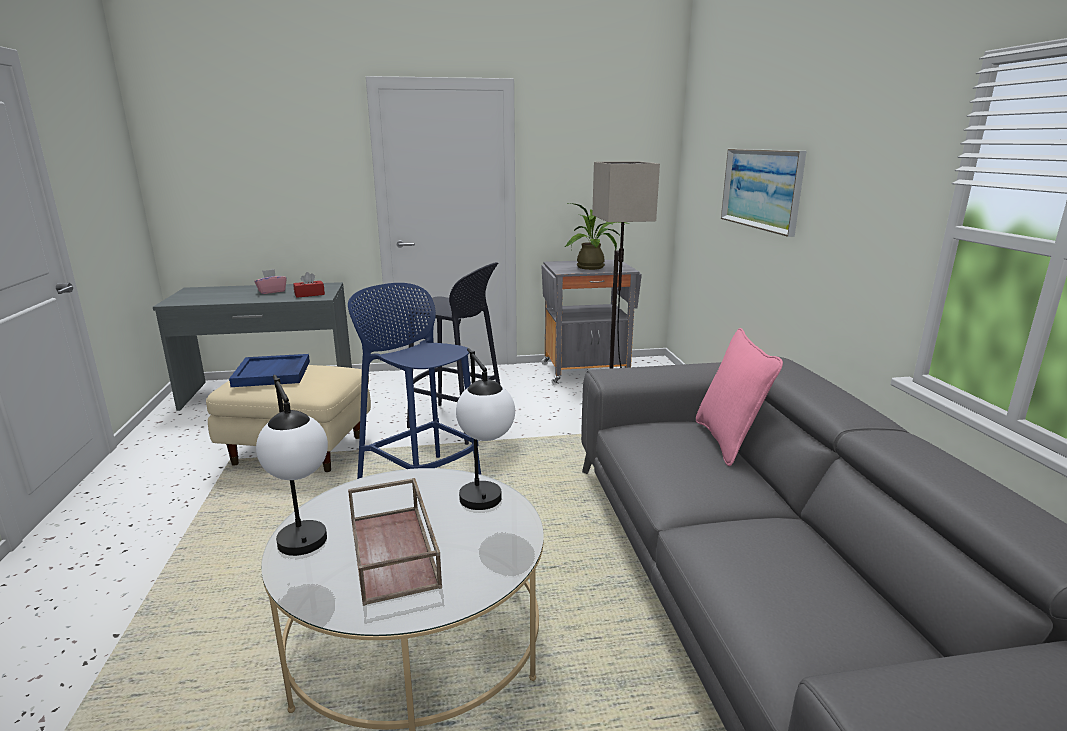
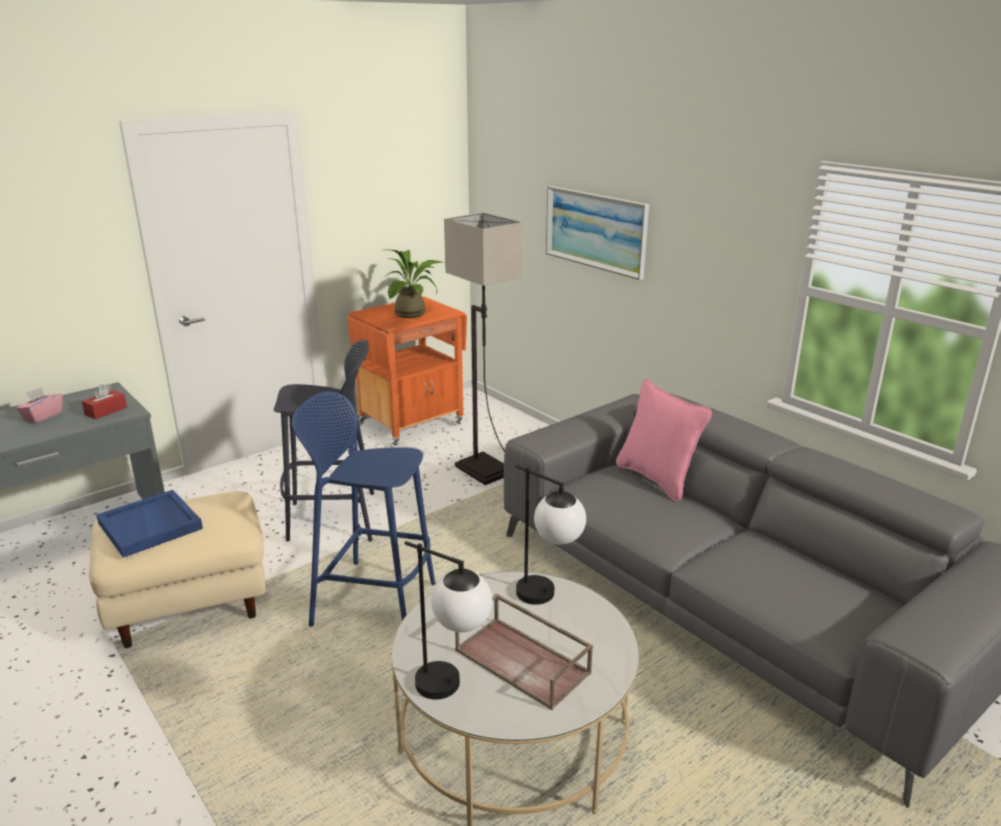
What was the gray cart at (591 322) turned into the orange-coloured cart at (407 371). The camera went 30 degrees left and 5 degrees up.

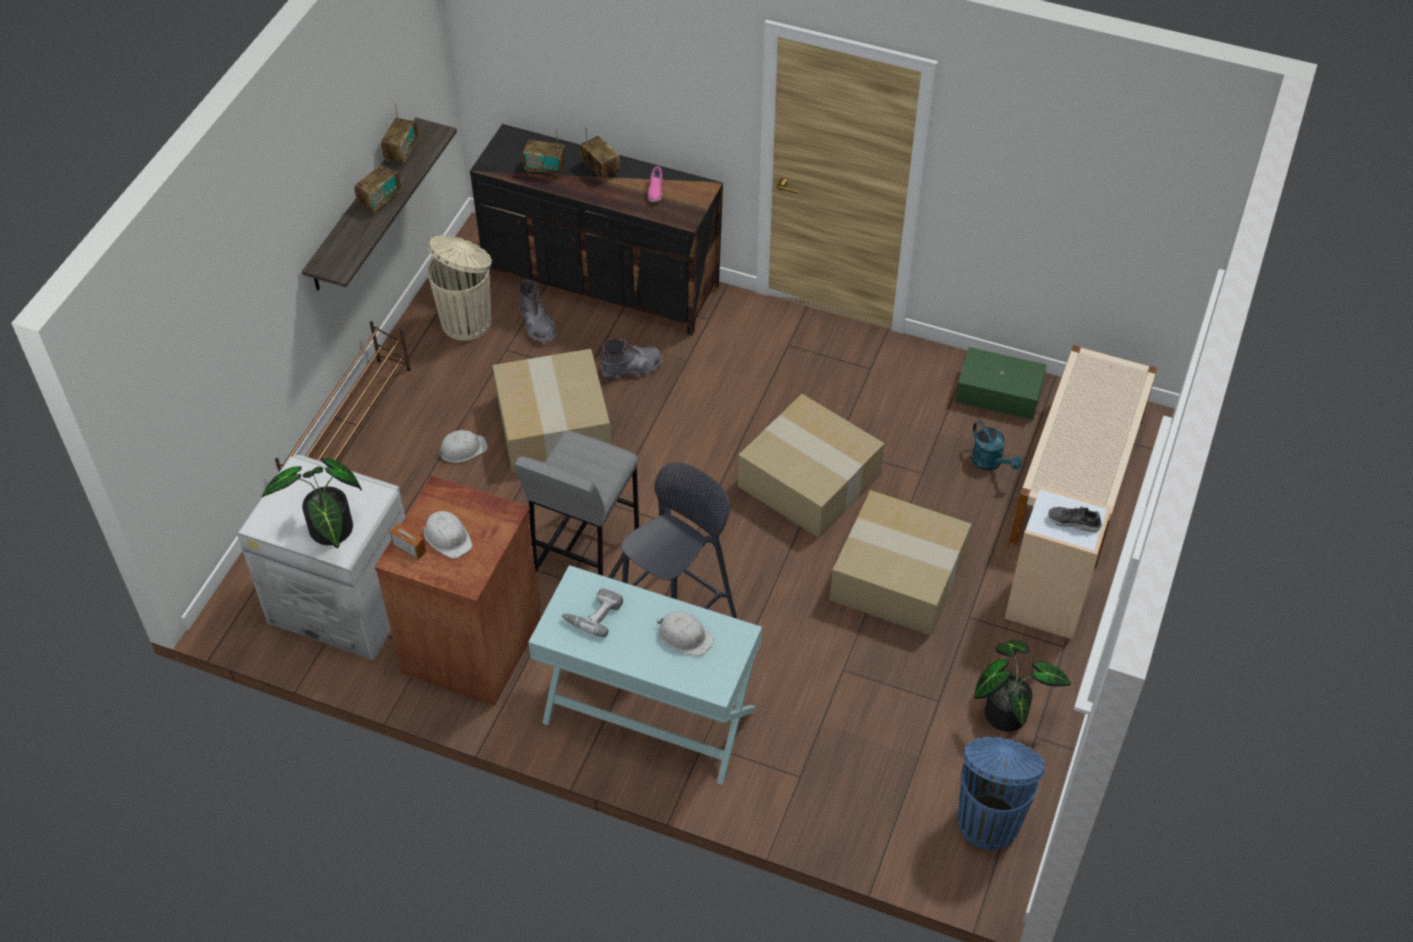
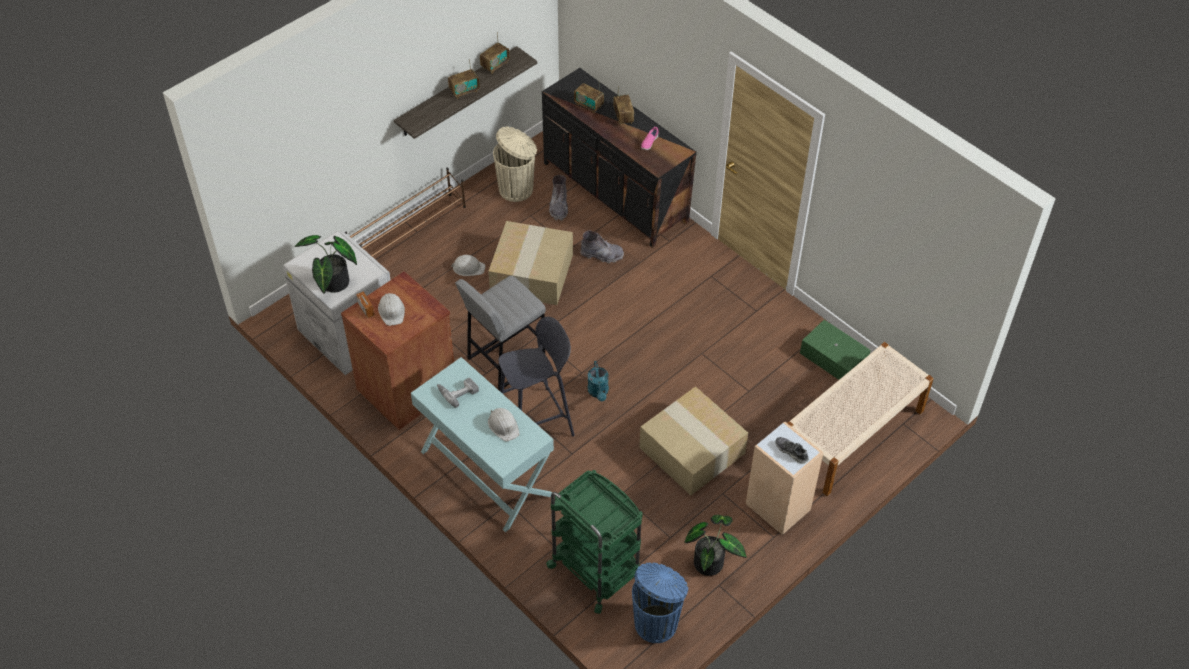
The second view lost the cardboard box at (811 466). The second view gained the greenish cart at (594 542). The turquoise sprinkling can ended up elsewhere, having gone from (996 446) to (598 381). The camera went 25 degrees right and 0 degrees up.

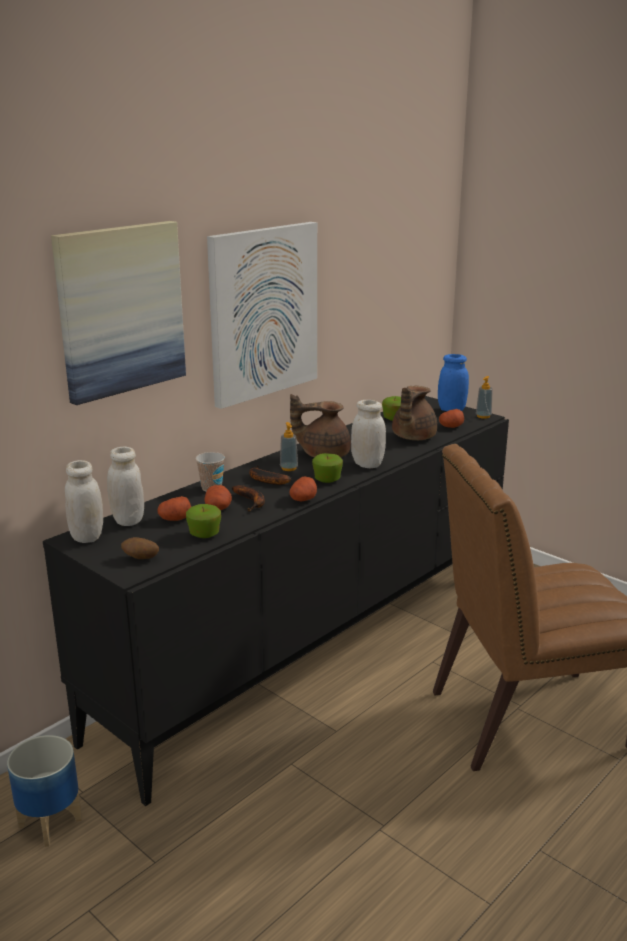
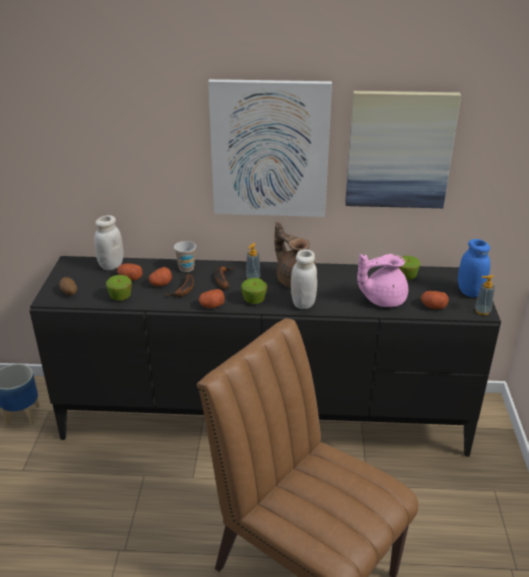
The second view lost the white preserve jar at (84 501). The picture ended up elsewhere, having gone from (118 313) to (403 149). What was the brown-coloured pot for tea at (414 413) turned into the pinkish pot for tea at (382 280). The camera went 50 degrees right and 10 degrees up.

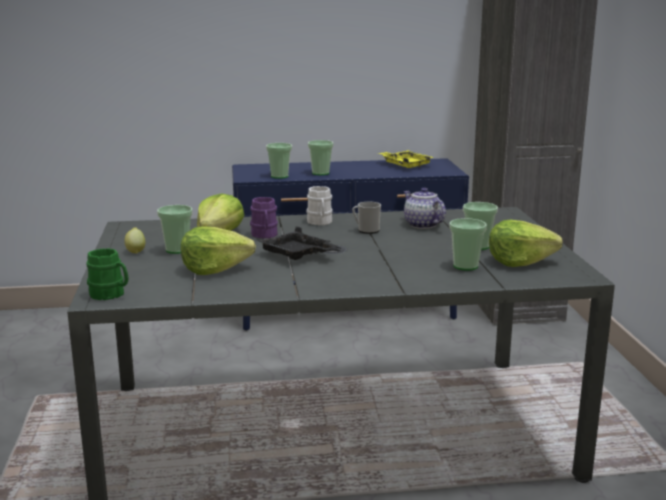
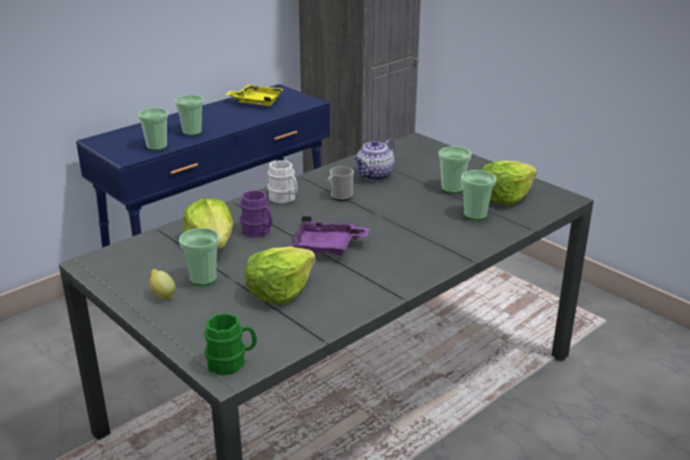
What was the blackish tray at (297 243) turned into the purplish tray at (329 235). The pot for tea at (424 208) ended up facing another way, 75 degrees counterclockwise from before. The camera went 35 degrees left and 10 degrees up.

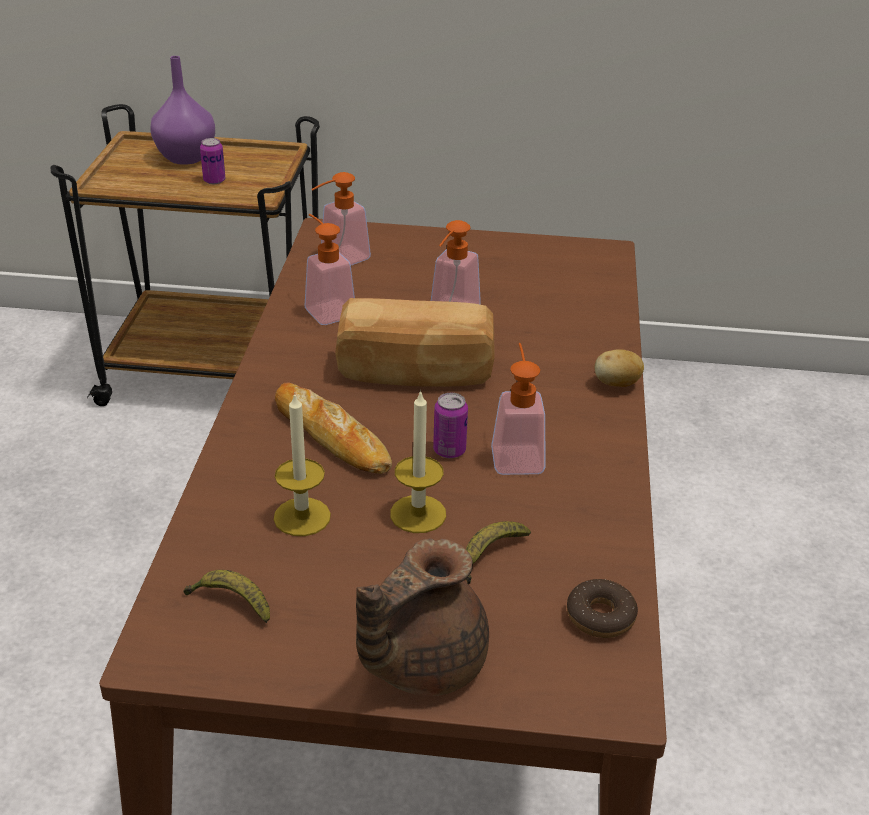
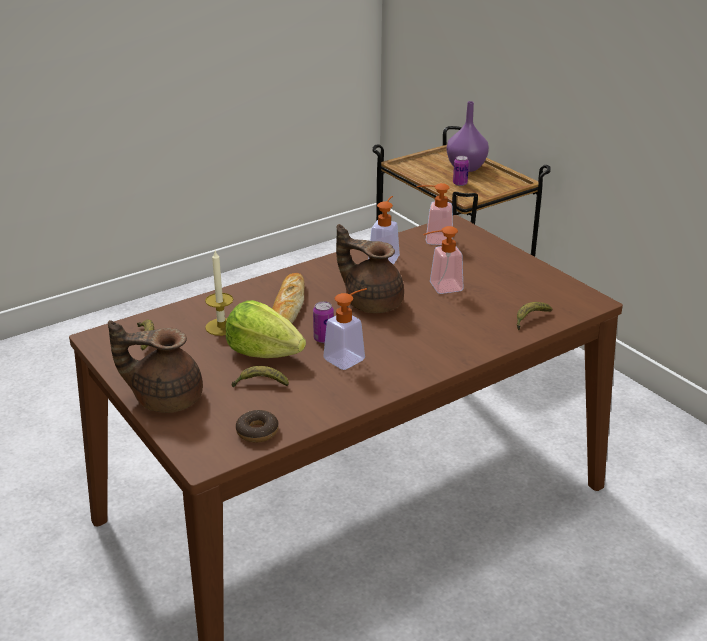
The second view lost the spud at (619 368). The second view gained the whole banana at (535 316). Where the bread stood at (414 342), the brown-coloured pot for tea came to stand at (370 268). Where the wax candle stood at (418 461), the lettuce came to stand at (266 329). The camera went 50 degrees right and 5 degrees down.

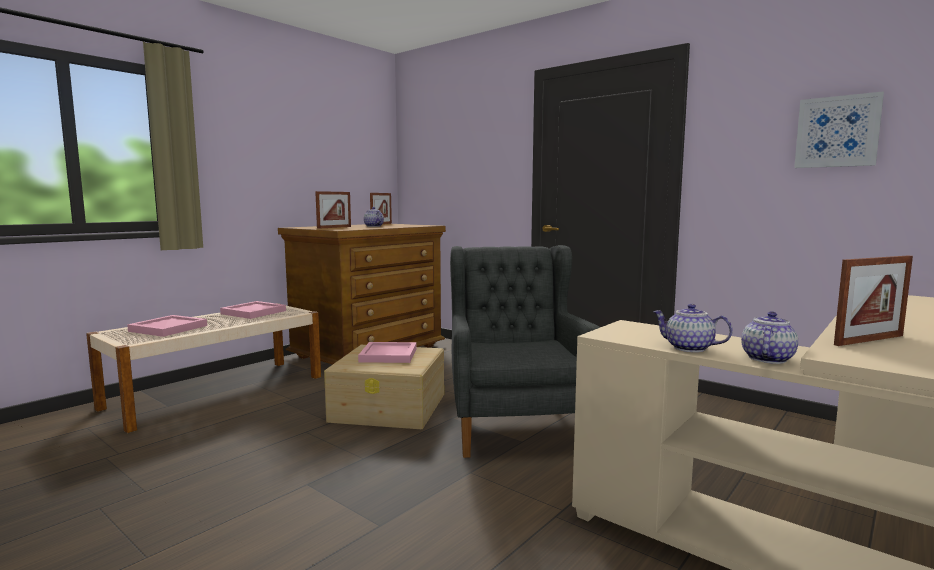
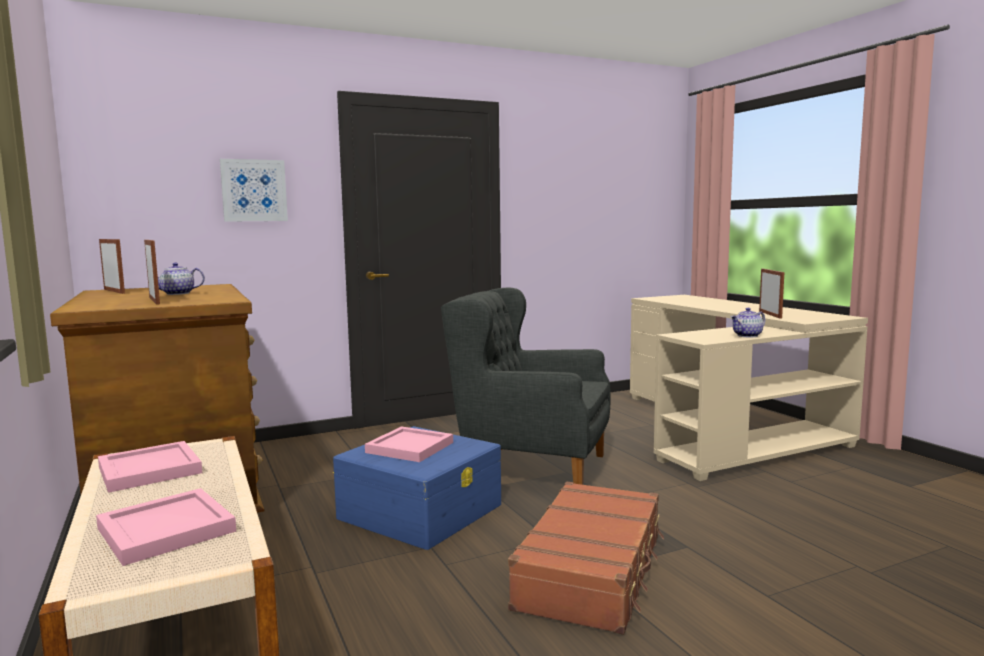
The second view lost the pot for tea at (769 337). The second view gained the brown-coloured piece of luggage at (586 558). The picture ended up elsewhere, having gone from (839 129) to (254 190). What was the beige-coloured storage bin at (384 387) turned into the bluish storage bin at (417 488). The camera went 65 degrees left and 0 degrees up.

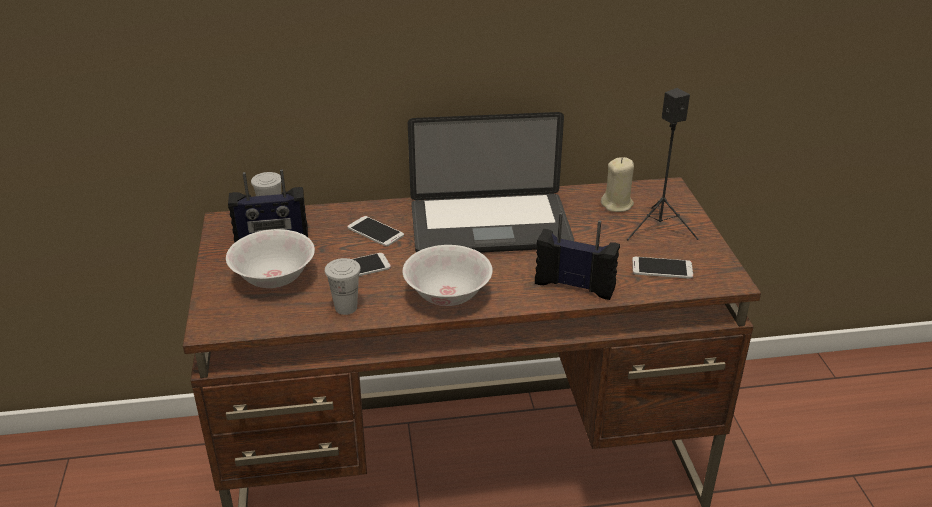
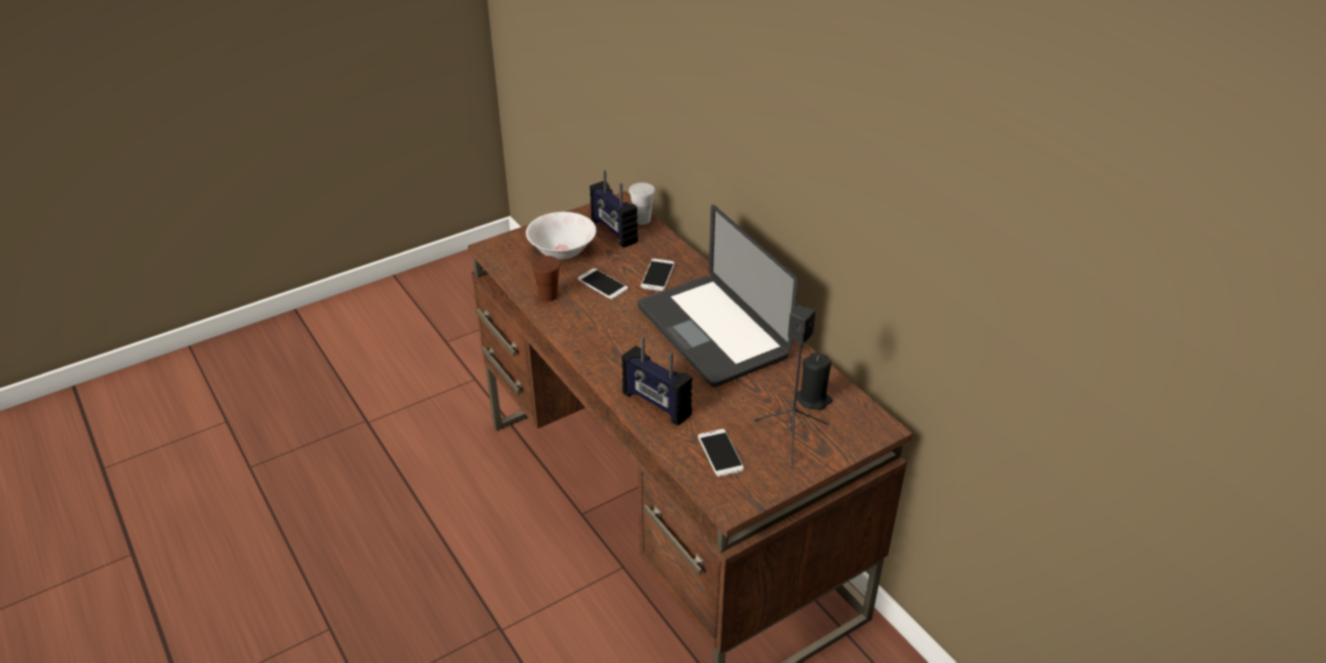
The second view lost the white deep dish at (448 275). What was the white cup at (343 286) turned into the brown-coloured cup at (545 279). What was the beige-coloured wax candle at (617 184) turned into the blackish wax candle at (815 381). The radio receiver at (577 256) ended up facing another way, 135 degrees clockwise from before. The camera went 65 degrees right and 5 degrees up.

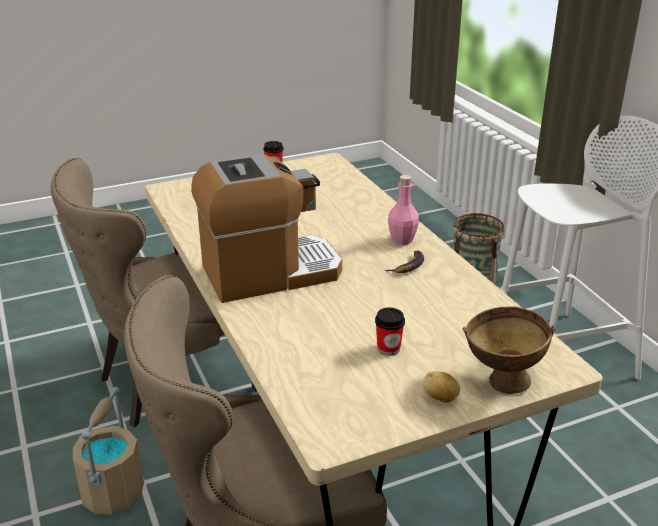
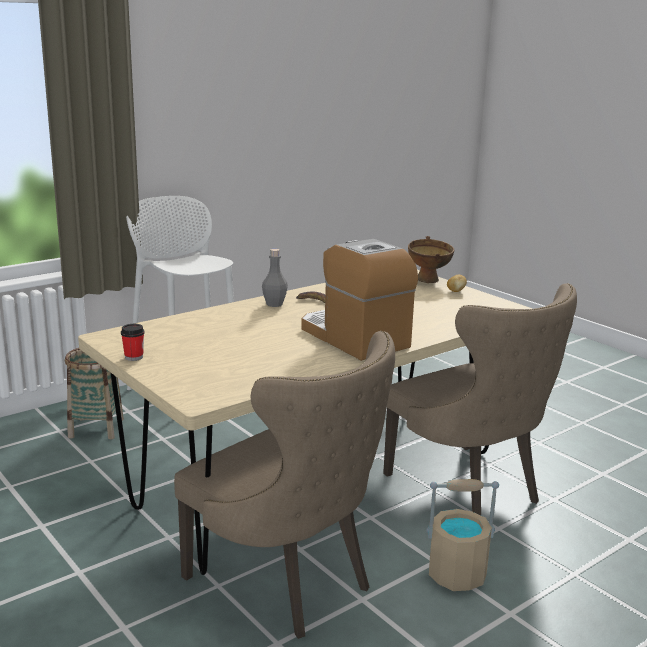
The second view lost the cup at (390 331). What was the pinkish bottle at (403 210) turned into the gray bottle at (275 278). The camera went 105 degrees left and 10 degrees down.

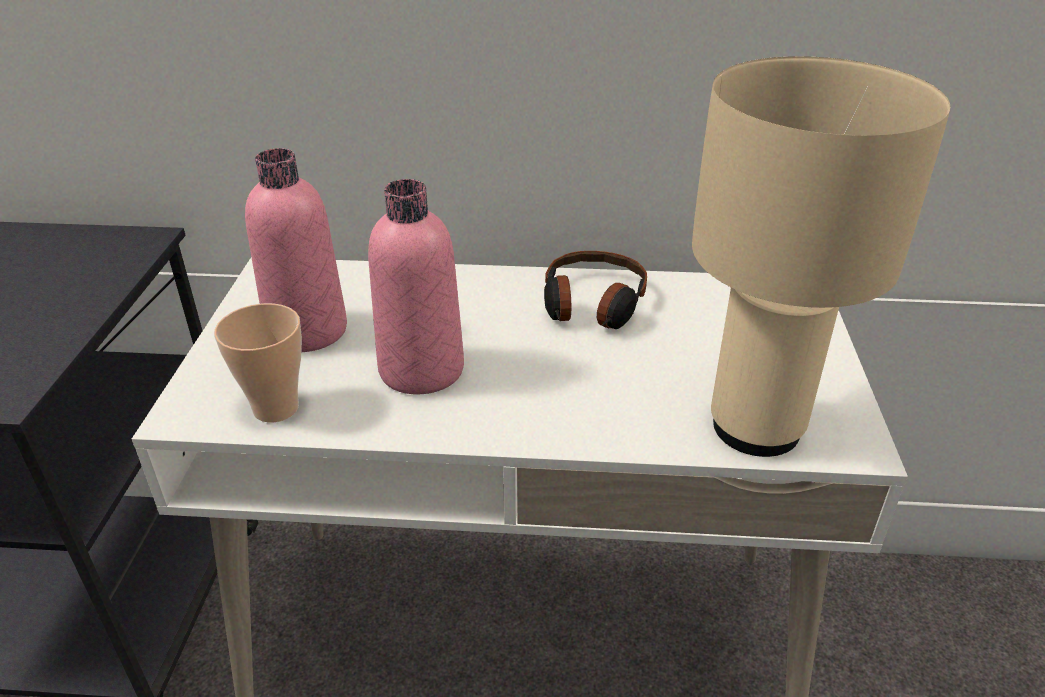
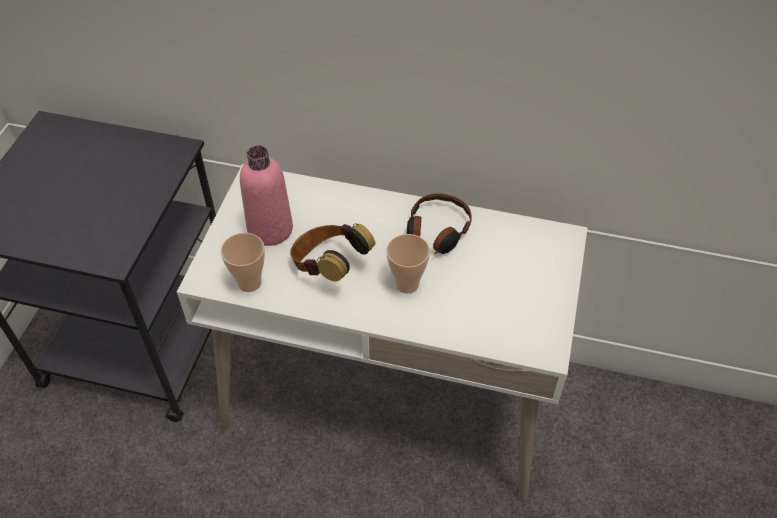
The second view lost the beige-coloured tabletop lamp at (821 256). The second view gained the cup at (408 264). Where the pinkish bottle stood at (416 286), the headphones came to stand at (332 252). The camera went 10 degrees right and 15 degrees up.

